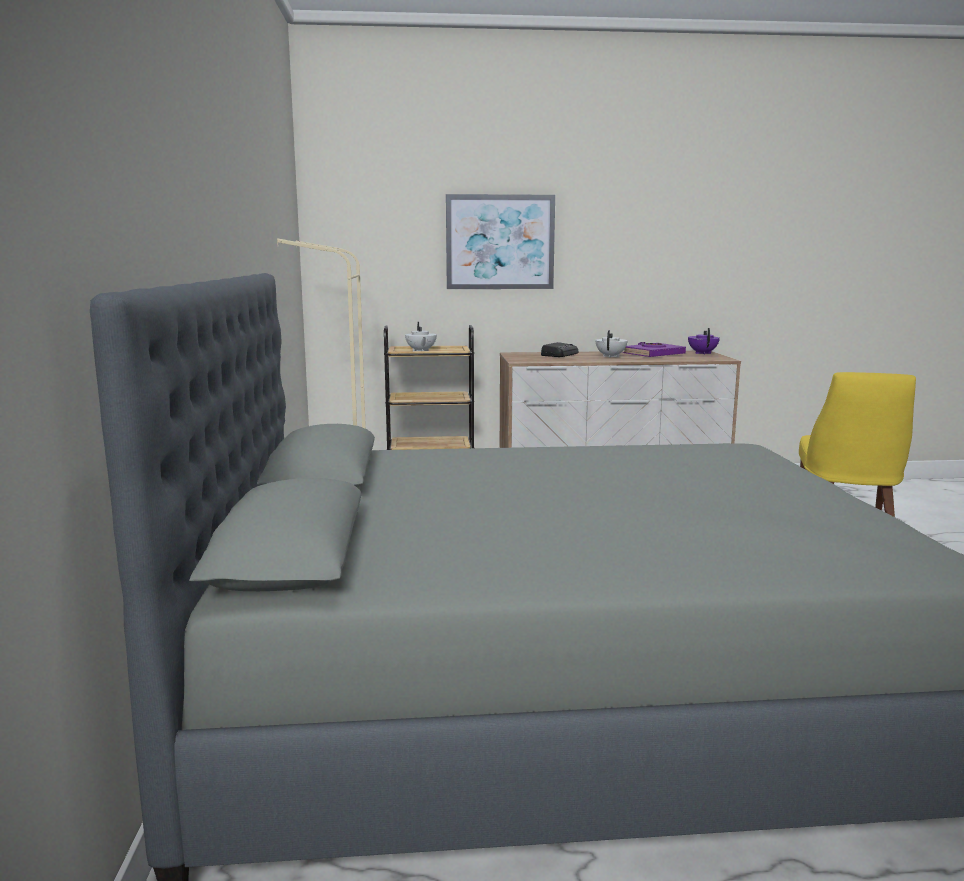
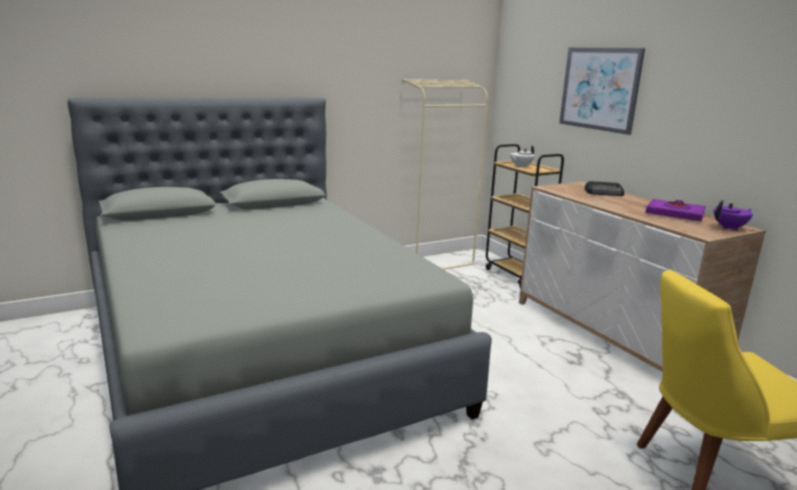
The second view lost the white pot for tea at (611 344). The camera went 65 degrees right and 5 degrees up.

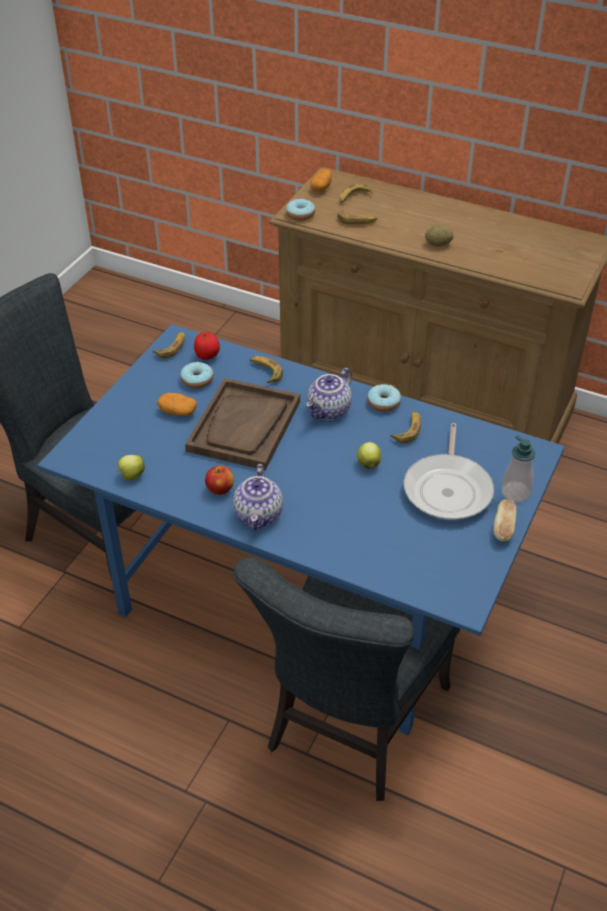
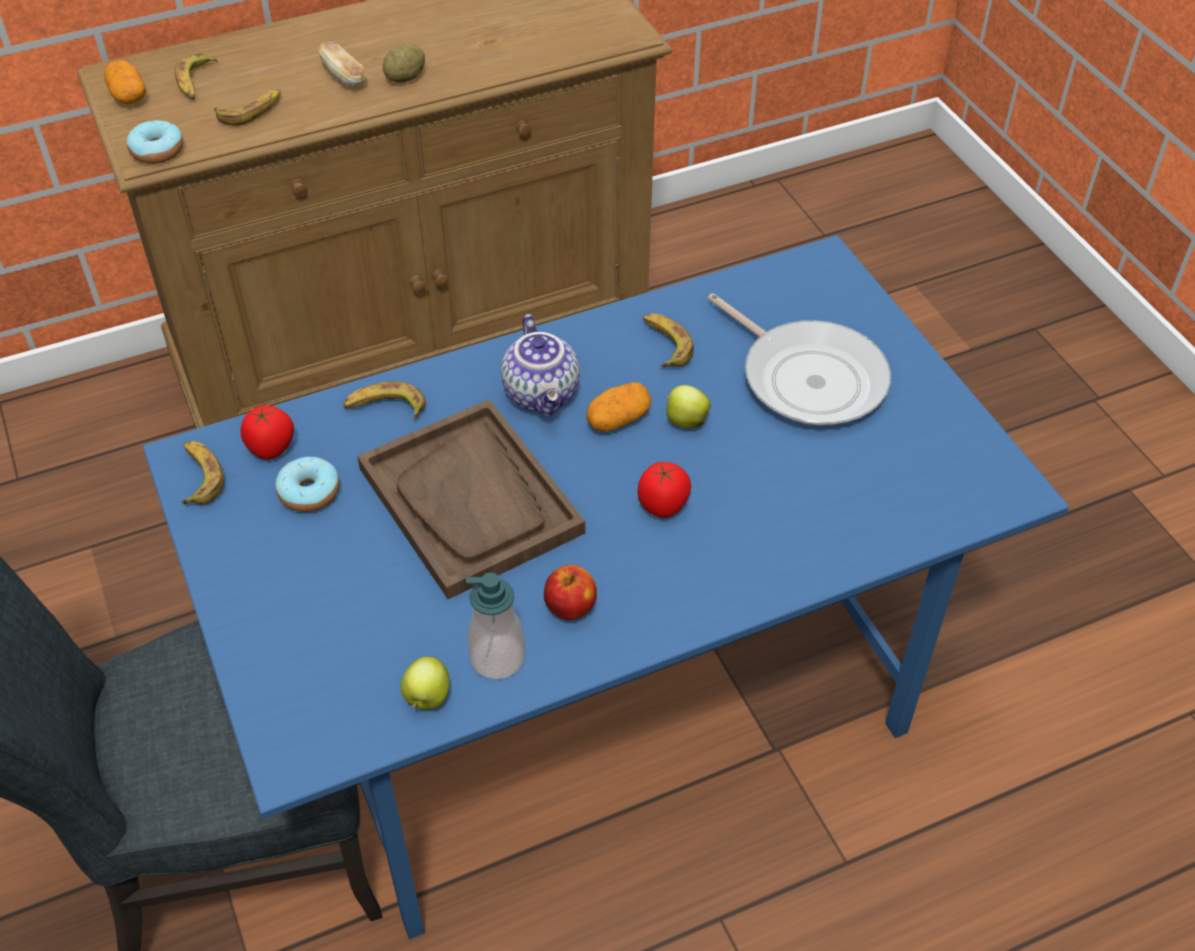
The second view lost the gray plain chair at (346 679). The second view lost the pot for tea at (258 497). The second view lost the donut at (384 398). The second view gained the tomato at (664 490). The spud ended up elsewhere, having gone from (177 404) to (618 407). The bread ended up elsewhere, having gone from (505 520) to (342 63). The liquid soap bottle ended up elsewhere, having gone from (518 468) to (496 626). The camera went 50 degrees left and 5 degrees up.

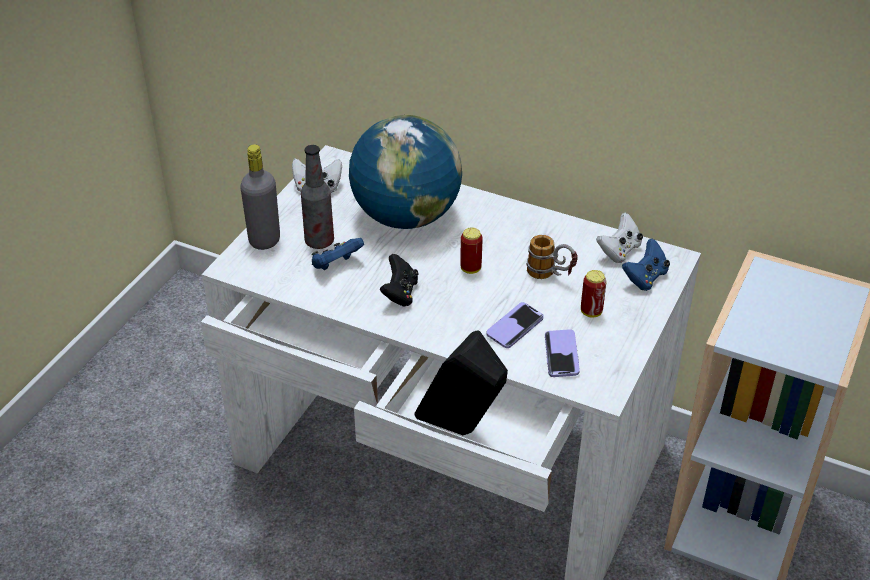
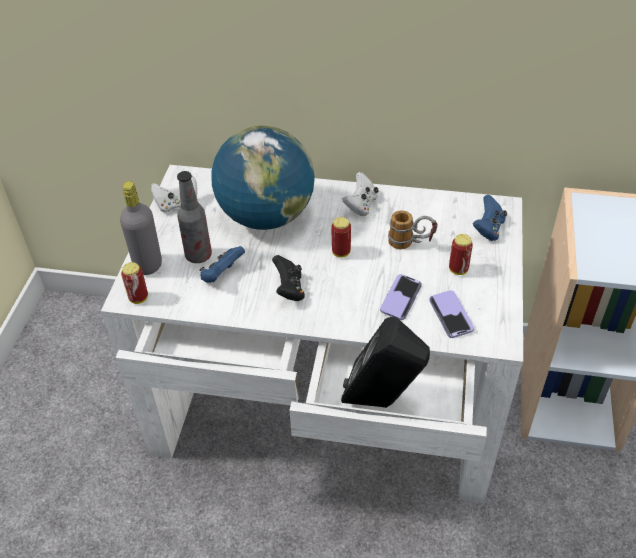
The second view gained the metal can at (134 283). The white joypad ended up elsewhere, having gone from (619 238) to (360 194). The camera went 15 degrees left and 5 degrees up.

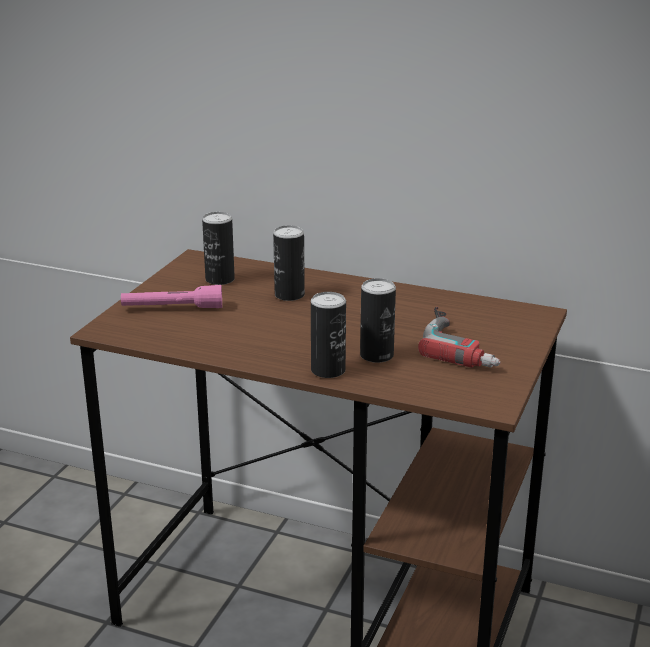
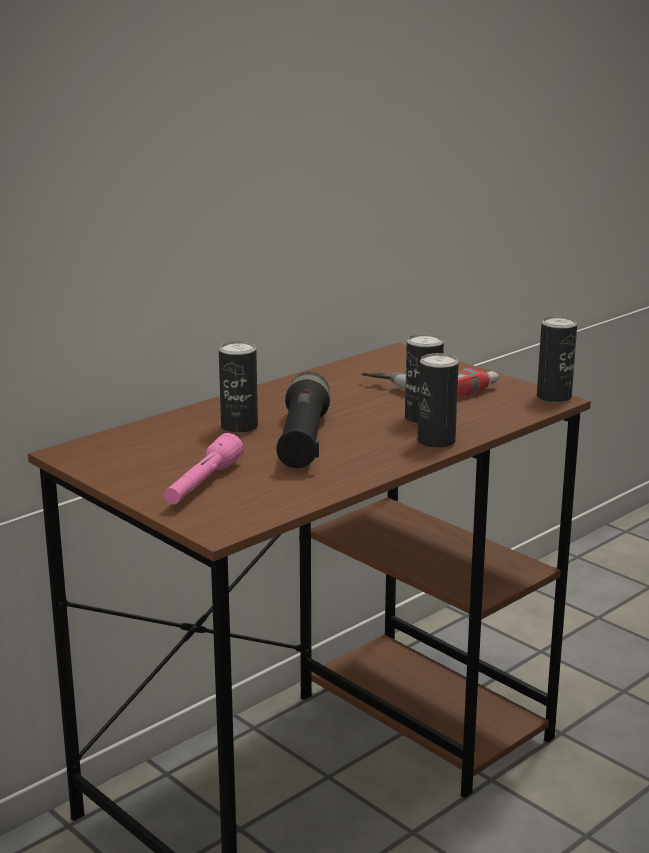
The second view gained the blackish torch at (303 420). The metal can ended up elsewhere, having gone from (218 248) to (557 359). The camera went 65 degrees left and 5 degrees down.

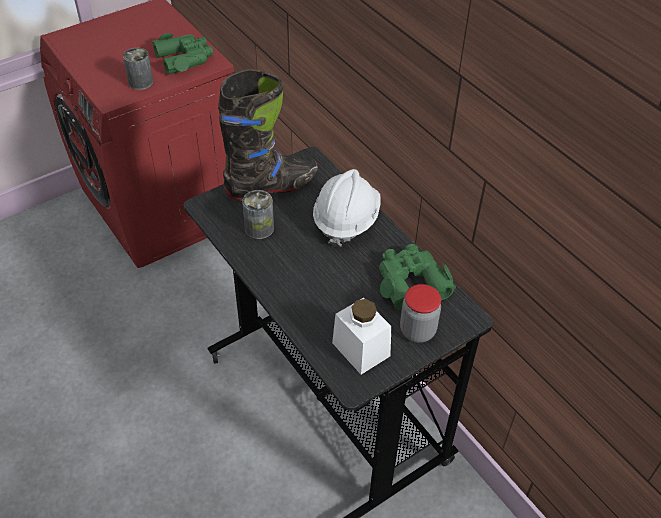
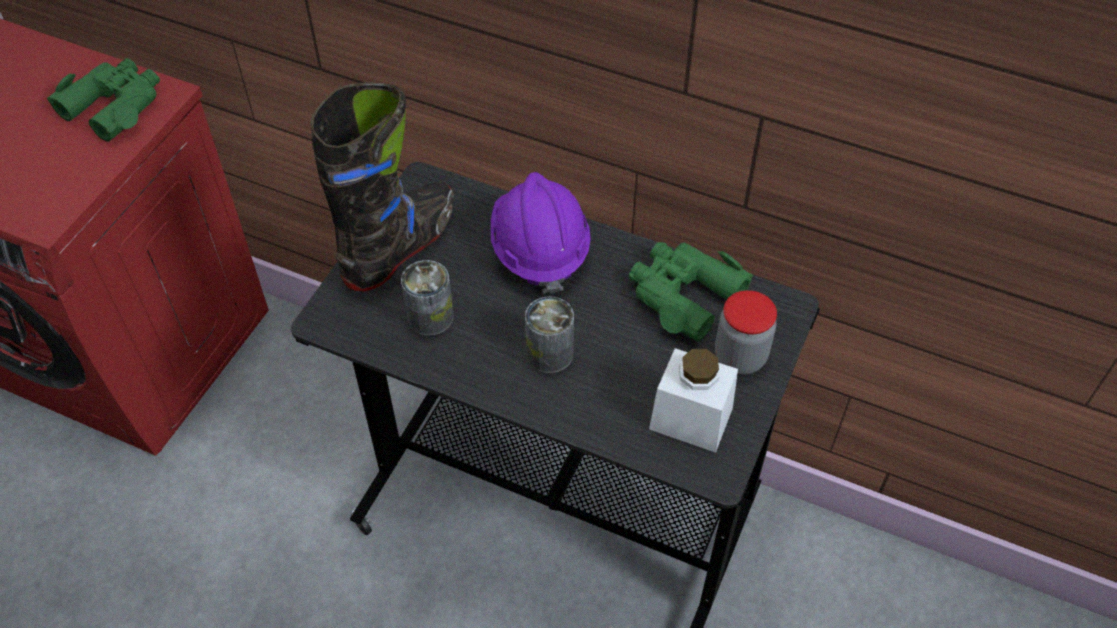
The metal can ended up elsewhere, having gone from (138 69) to (549 334). What was the white hard hat at (346 208) turned into the purplish hard hat at (541 233). The camera went 30 degrees left and 5 degrees up.

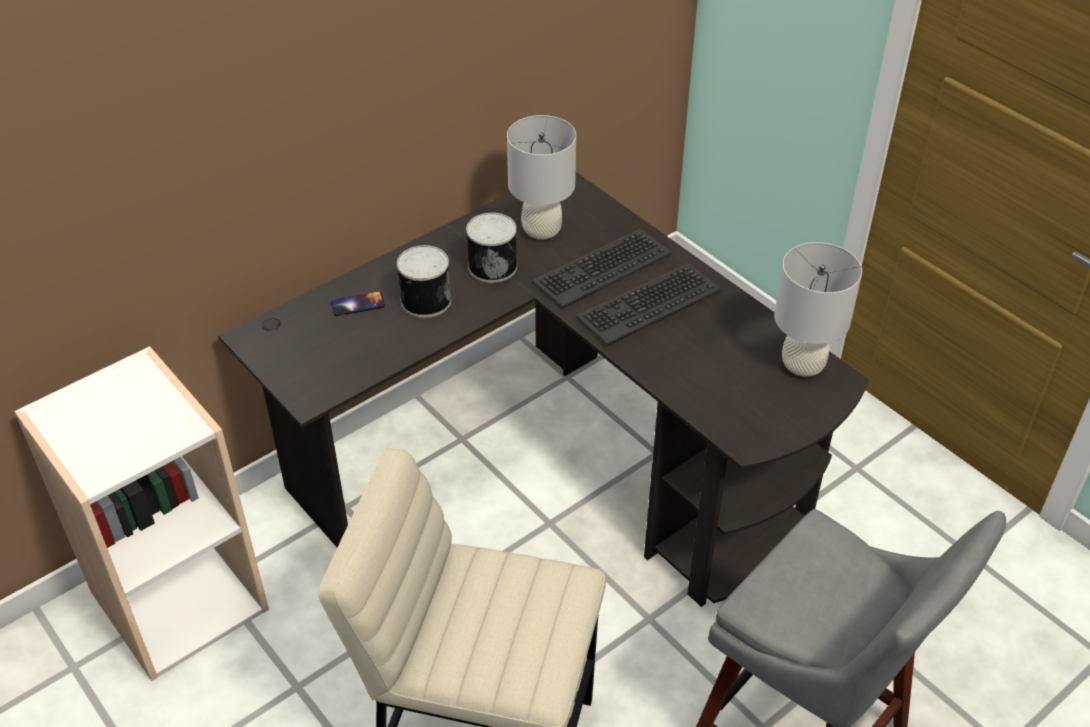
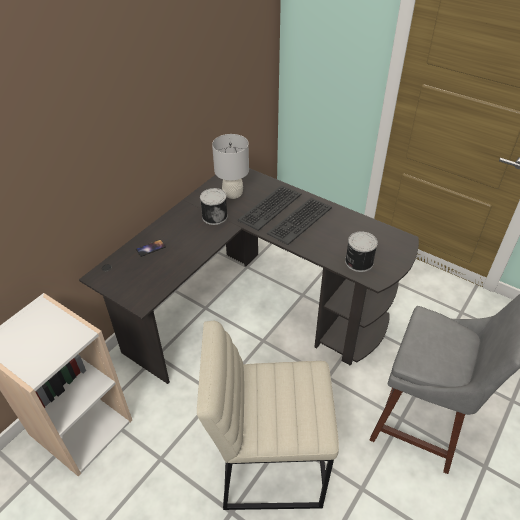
The second view lost the gray tabletop lamp at (818 309). The metal can ended up elsewhere, having gone from (424 281) to (361 251). The camera went 15 degrees left and 0 degrees up.

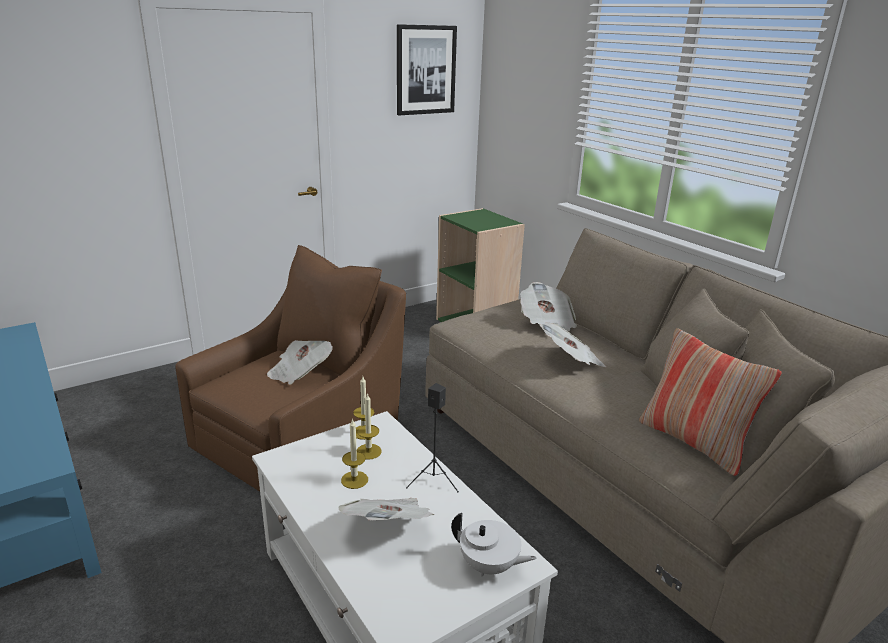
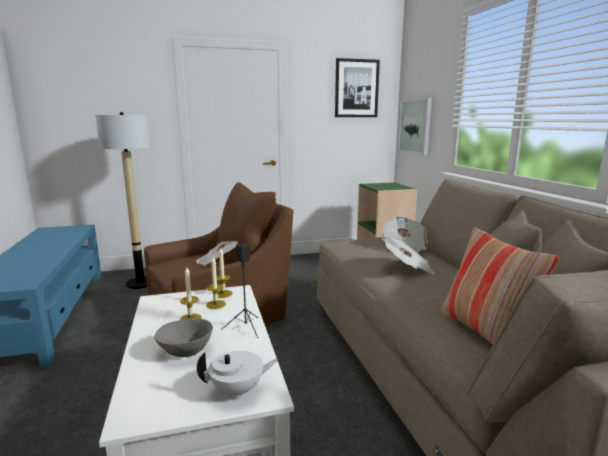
The second view gained the standing lamp at (122 200). The second view gained the picture at (415 126). Where the printed paper stood at (386 509), the gray deep dish came to stand at (183 337). The white pot for tea at (494 545) ended up facing another way, 60 degrees counterclockwise from before. The camera went 20 degrees right and 10 degrees down.

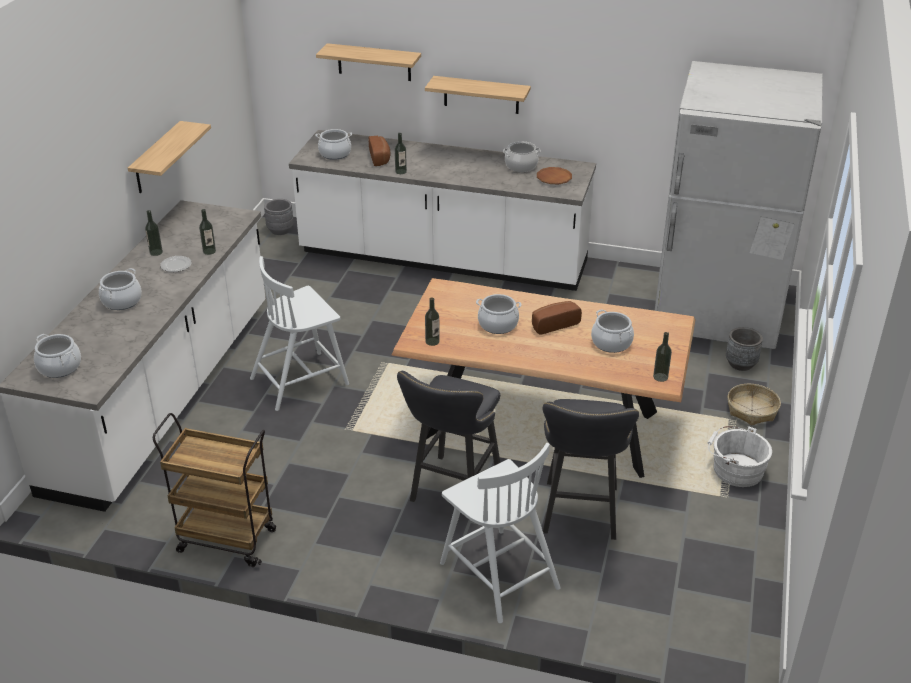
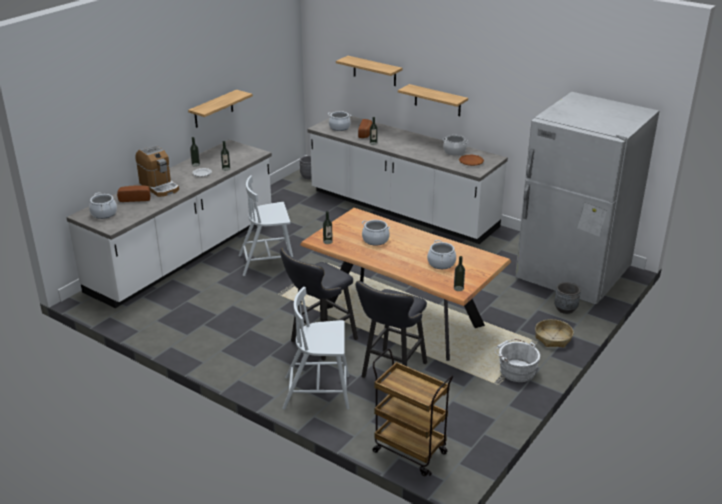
The brown-coloured cart ended up elsewhere, having gone from (214 490) to (412 412). The bread ended up elsewhere, having gone from (557 318) to (133 193). Where the stockpot stood at (120 289), the coffee brewer came to stand at (157 171). The white plain chair at (500 533) ended up facing another way, 105 degrees clockwise from before. The camera went 20 degrees right and 5 degrees down.

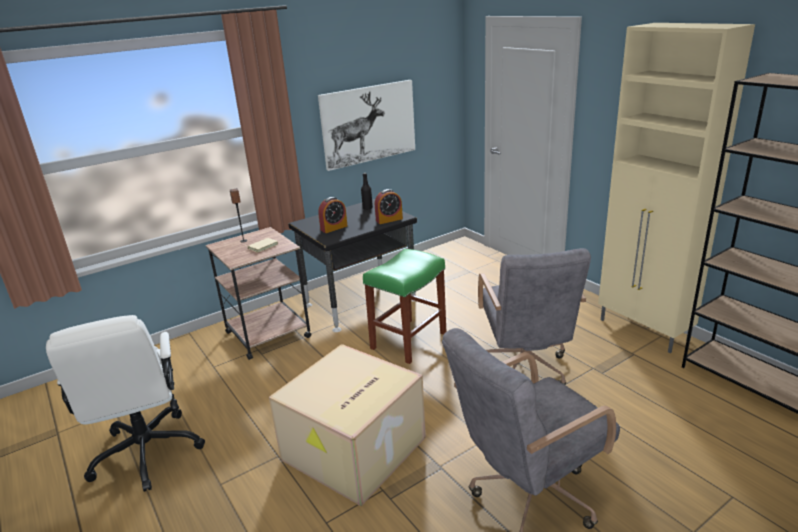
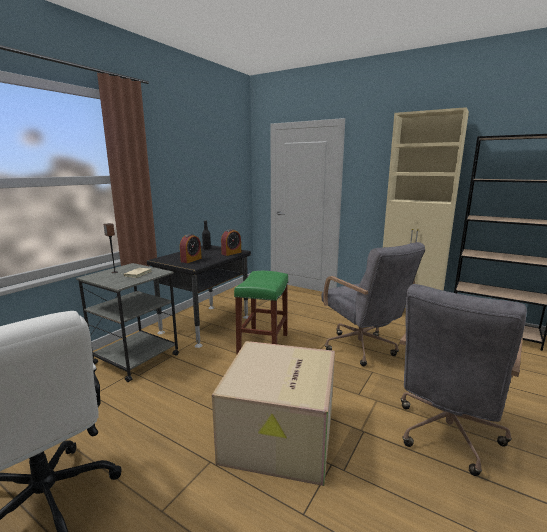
The second view lost the picture at (366 125). What was the brown-coloured cart at (259 293) turned into the gray cart at (127 322). The camera went 25 degrees left and 10 degrees down.

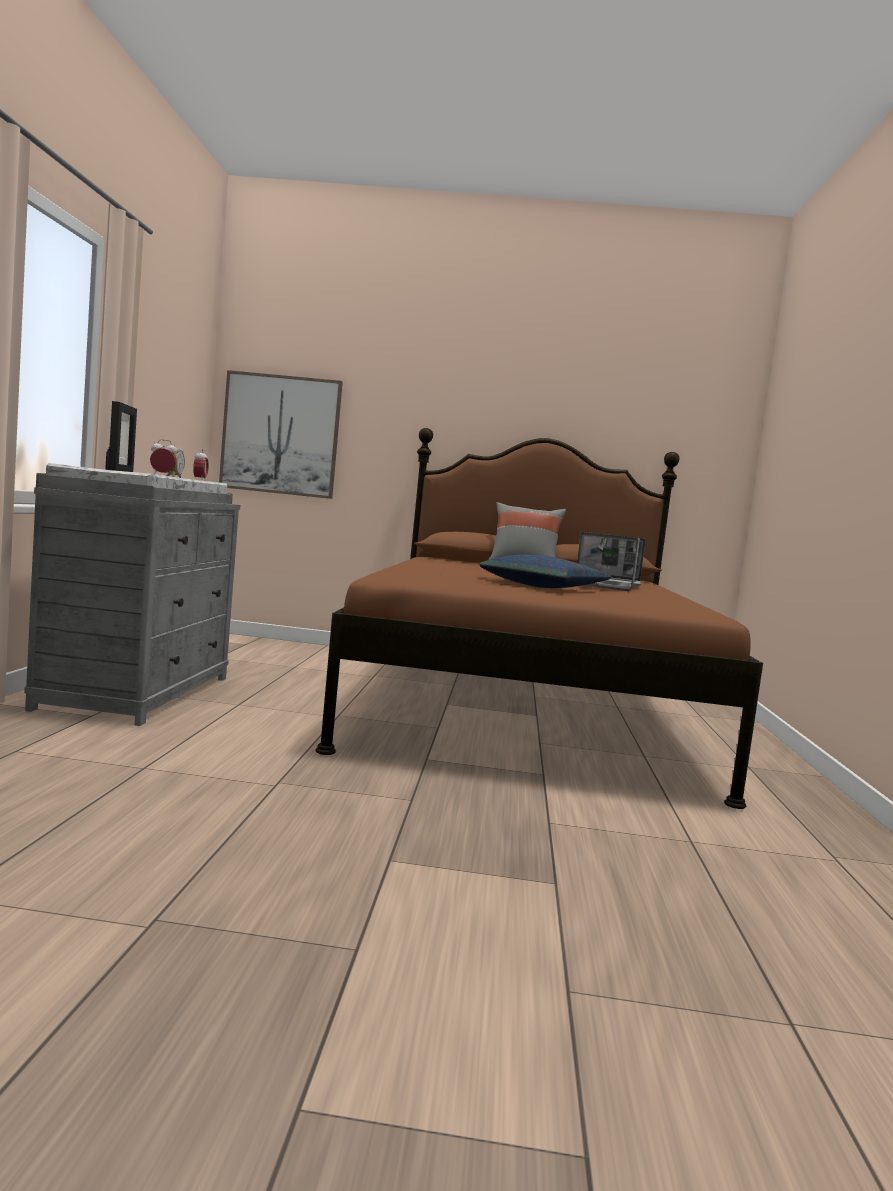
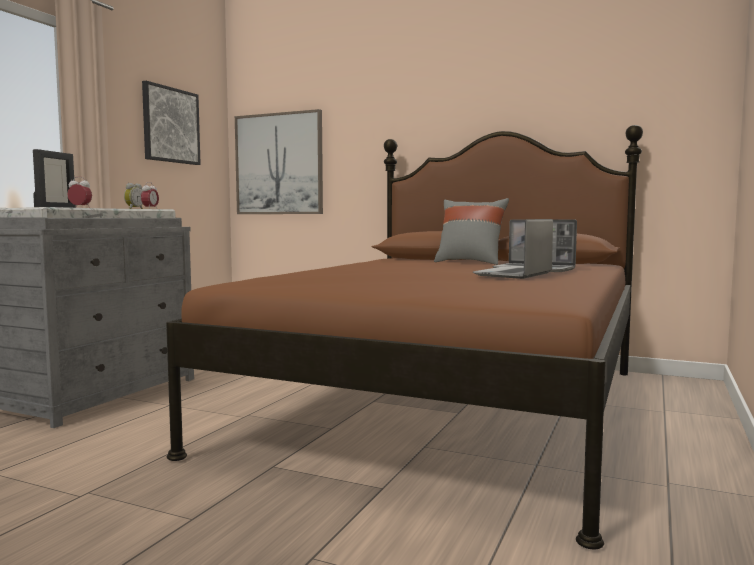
The second view lost the bluish throw pillow at (545 571). The second view gained the picture at (171 123). The camera went 20 degrees right and 0 degrees up.

